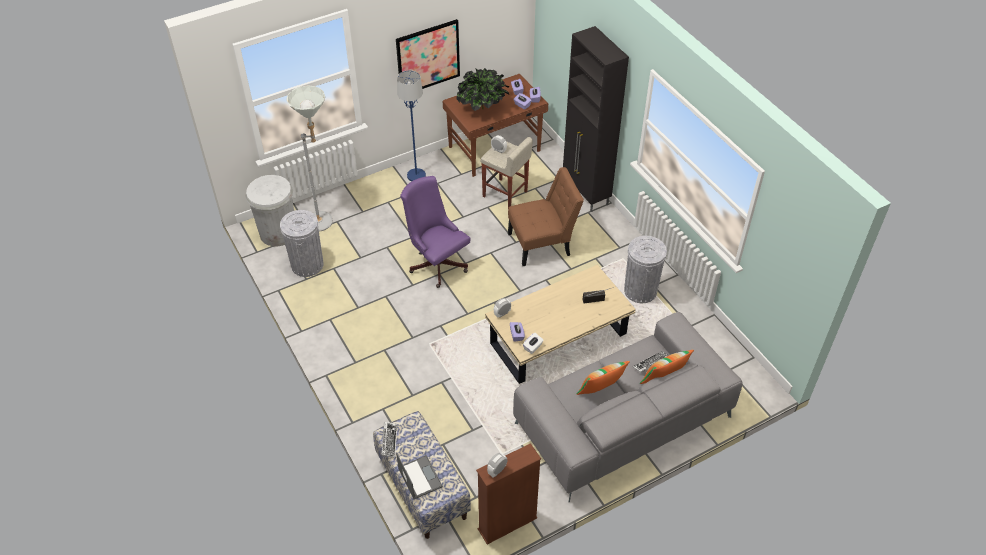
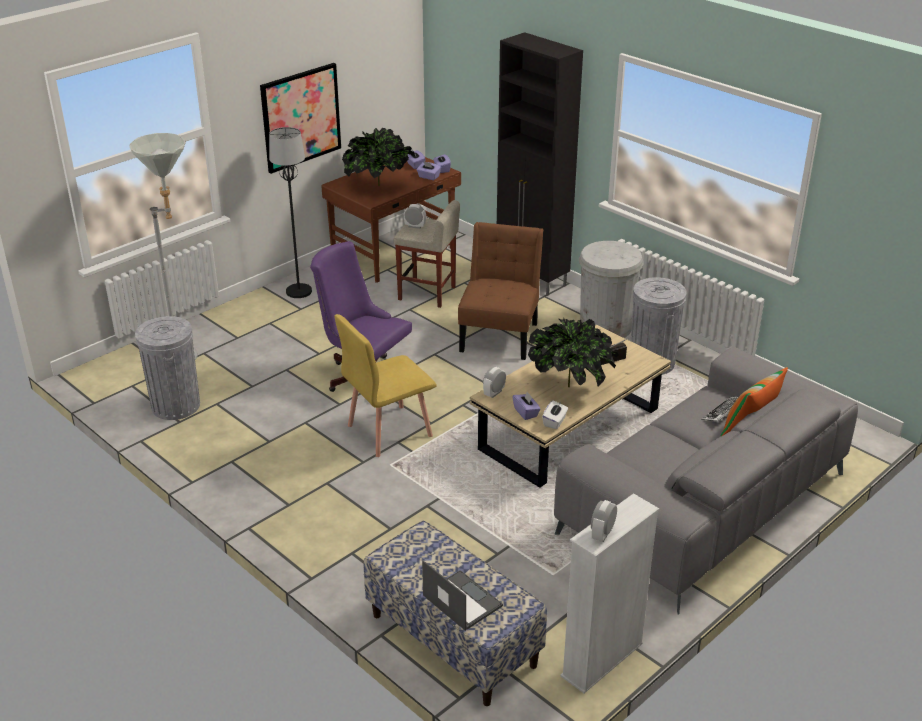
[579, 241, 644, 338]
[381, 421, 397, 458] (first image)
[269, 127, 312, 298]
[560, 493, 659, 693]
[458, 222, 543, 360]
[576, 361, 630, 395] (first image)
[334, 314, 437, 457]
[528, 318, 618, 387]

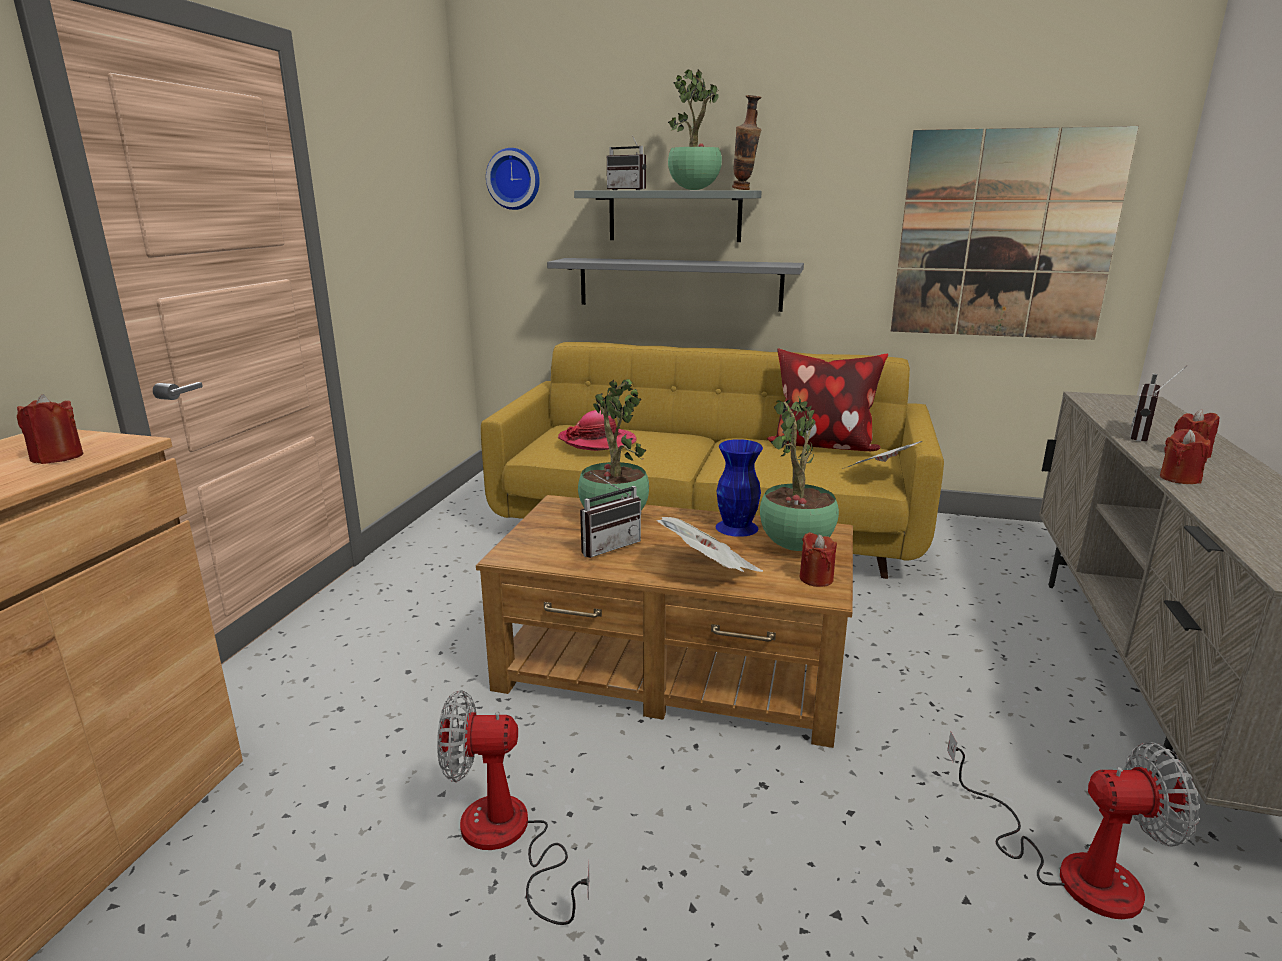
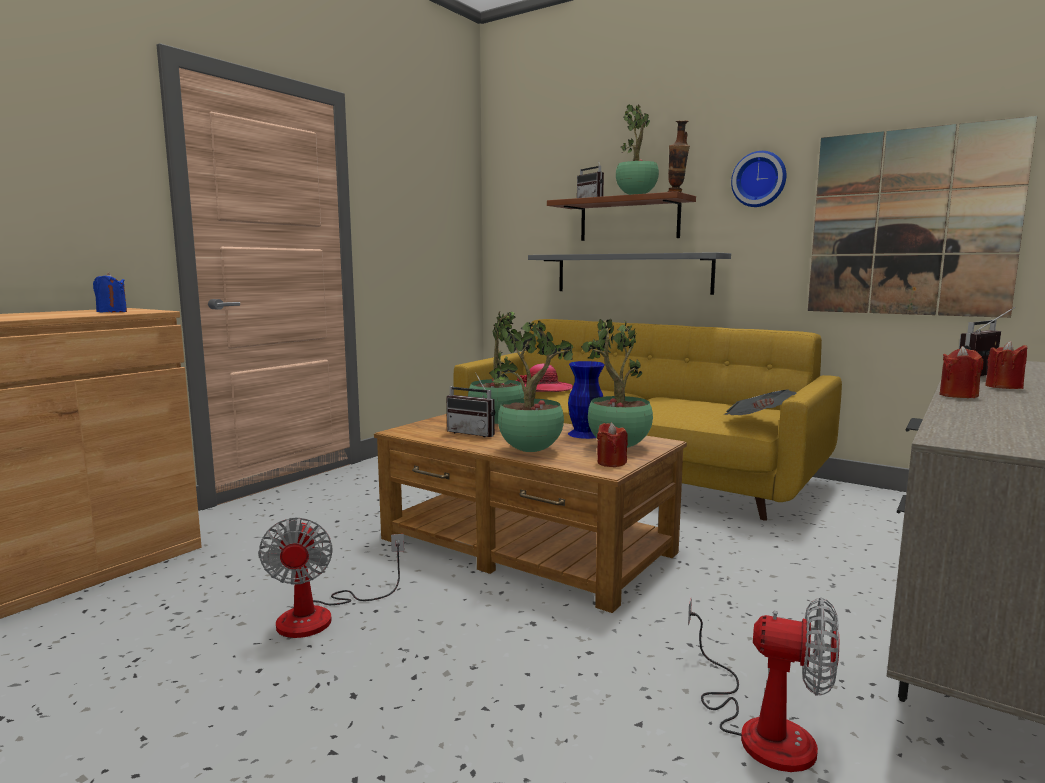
[93, 273, 127, 312]
[258, 517, 404, 638]
[731, 151, 786, 207]
[547, 192, 696, 241]
[446, 374, 495, 438]
[489, 321, 574, 452]
[766, 348, 888, 451] (first image)

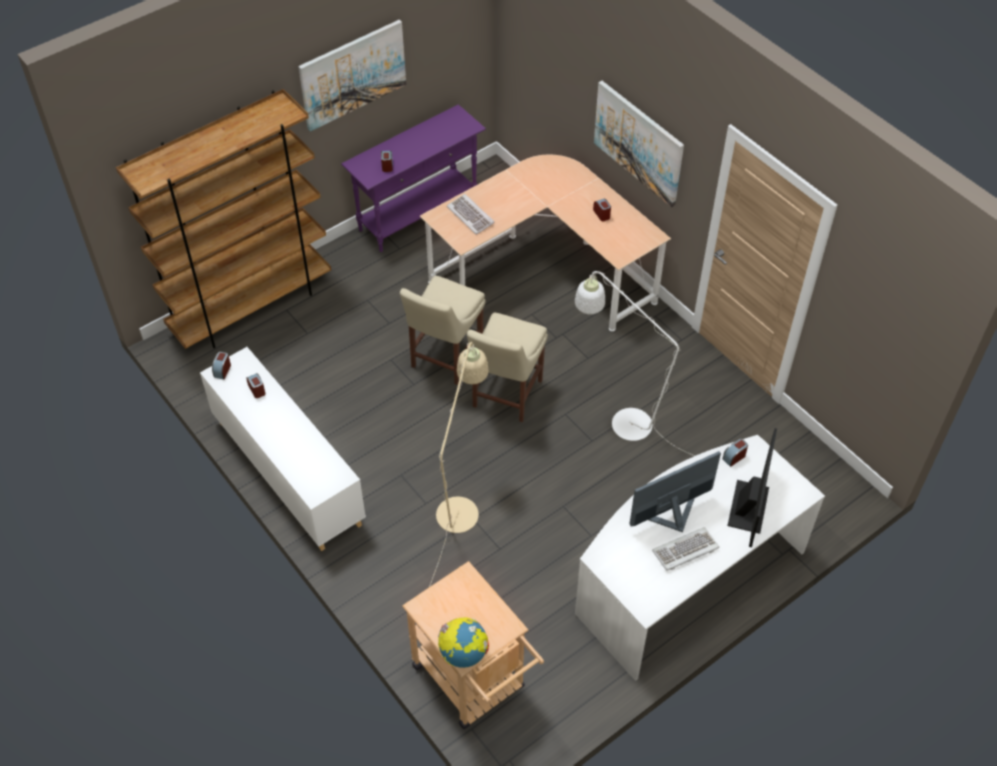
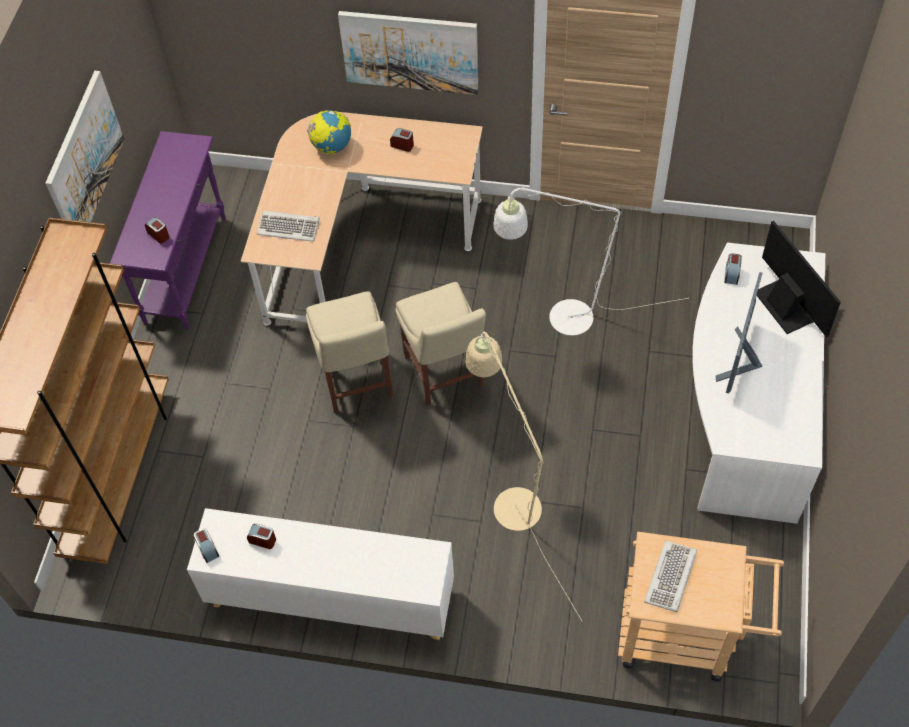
[307, 110, 351, 154]
[644, 541, 697, 612]

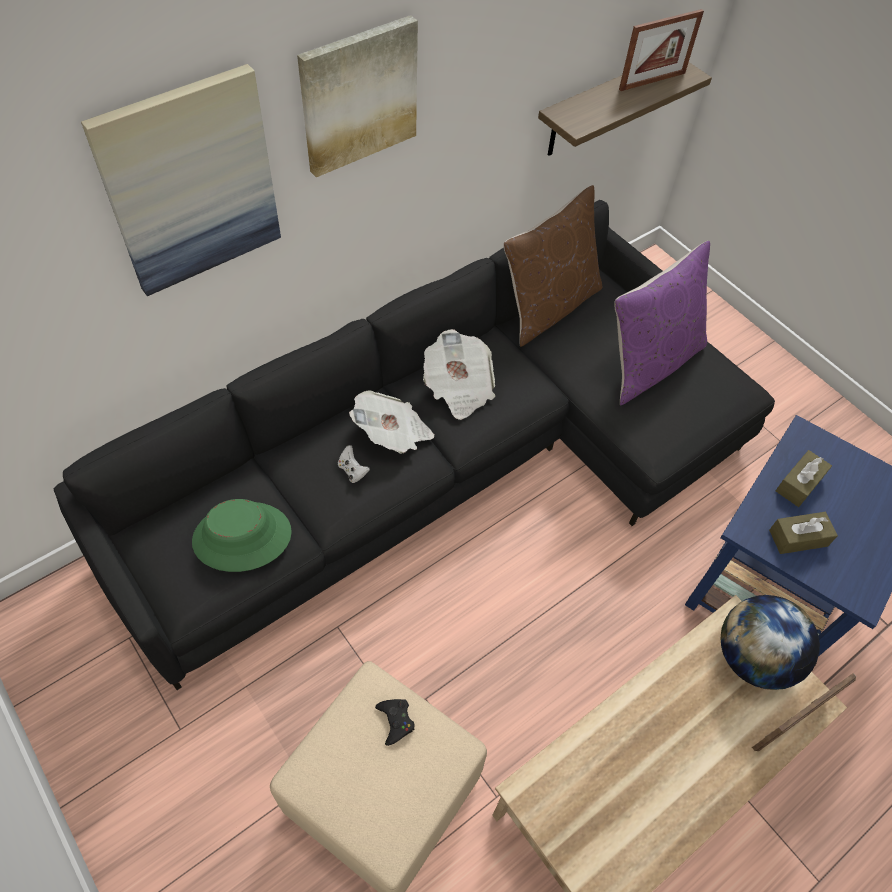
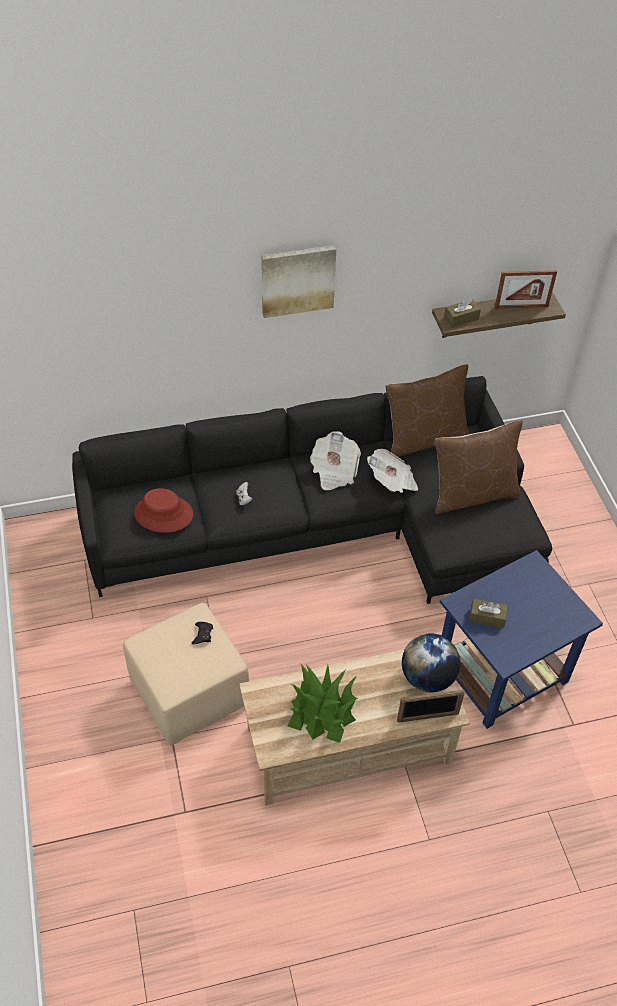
[81, 64, 281, 296] (first image)
[134, 488, 193, 533]
[367, 449, 418, 493]
[434, 420, 523, 514]
[444, 298, 481, 327]
[288, 663, 358, 743]

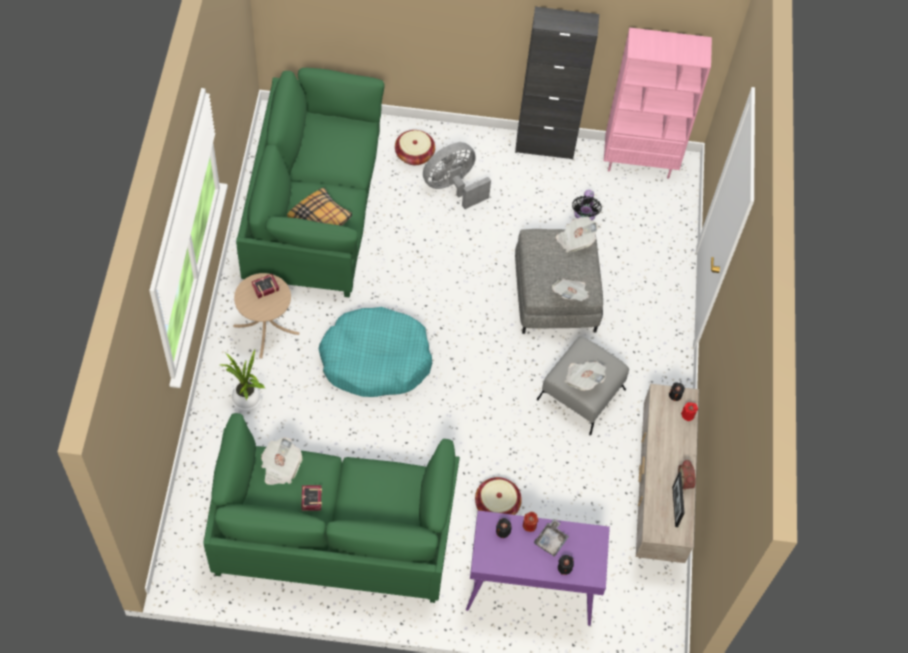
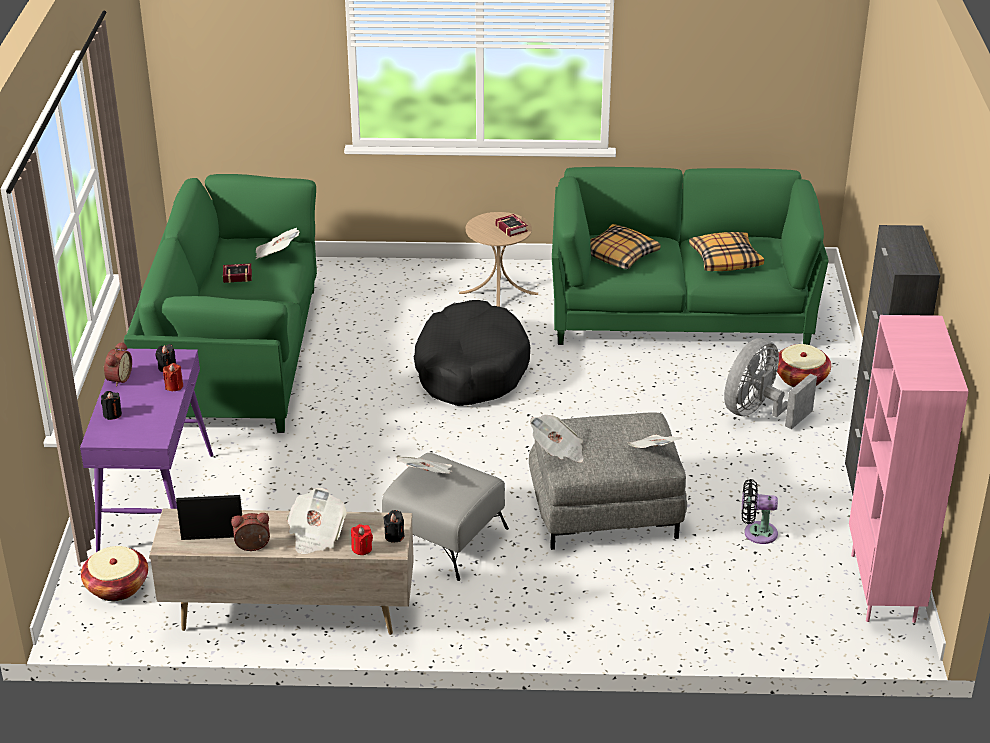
[220, 350, 265, 411] (first image)
[414, 300, 530, 406]
[724, 338, 817, 429]
[81, 546, 148, 601]
[534, 519, 569, 557] (first image)
[104, 341, 132, 387]
[287, 488, 347, 554]
[689, 232, 764, 271]

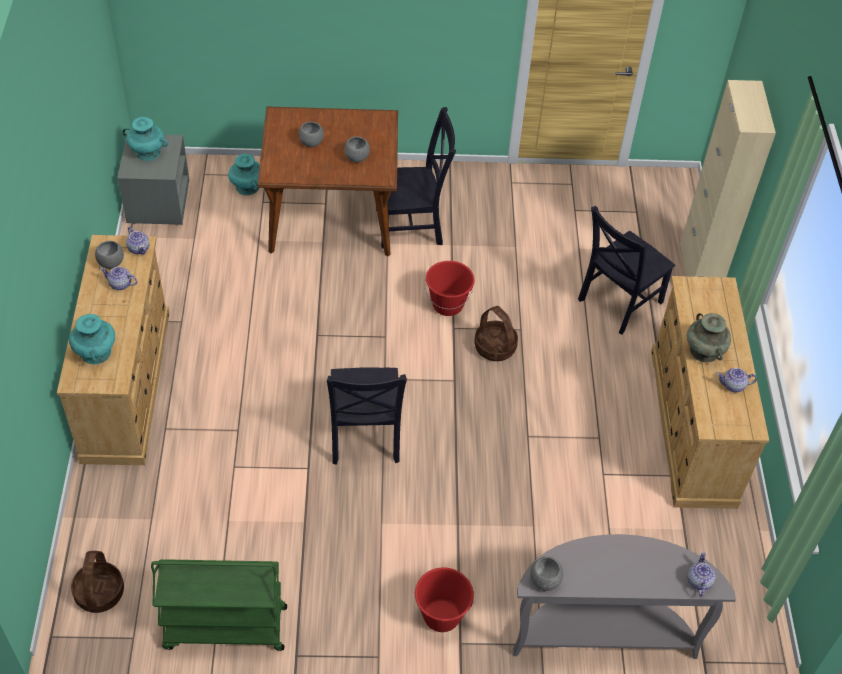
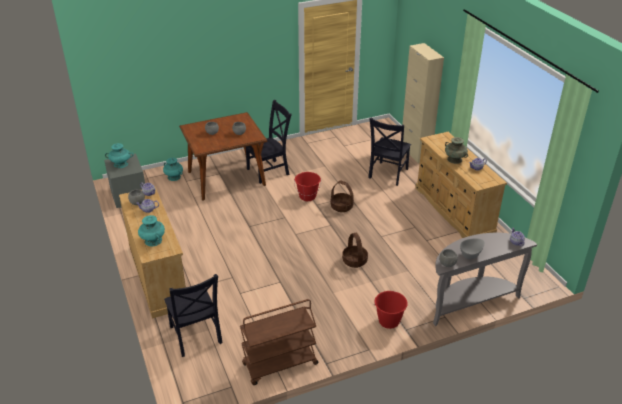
[342, 233, 368, 268]
[240, 299, 318, 385]
[164, 274, 223, 357]
[460, 238, 485, 259]

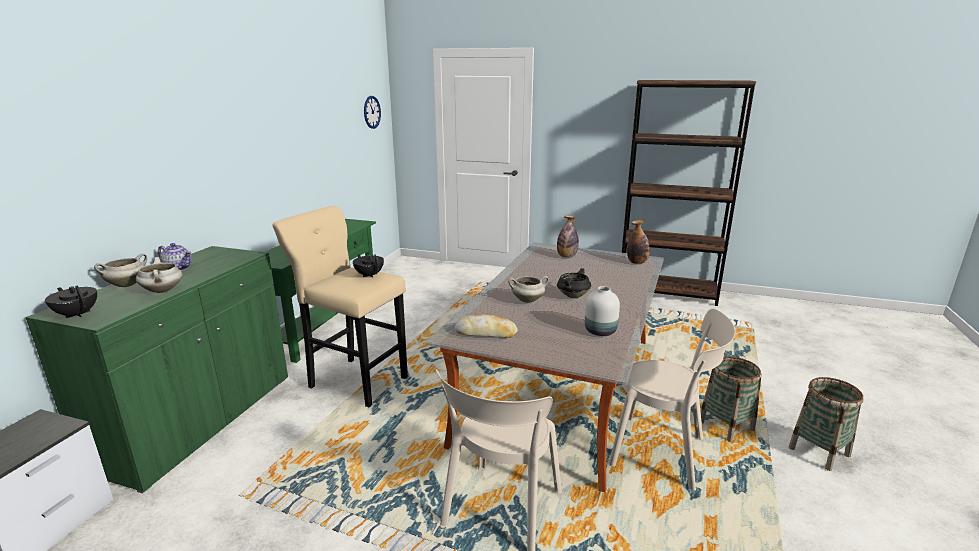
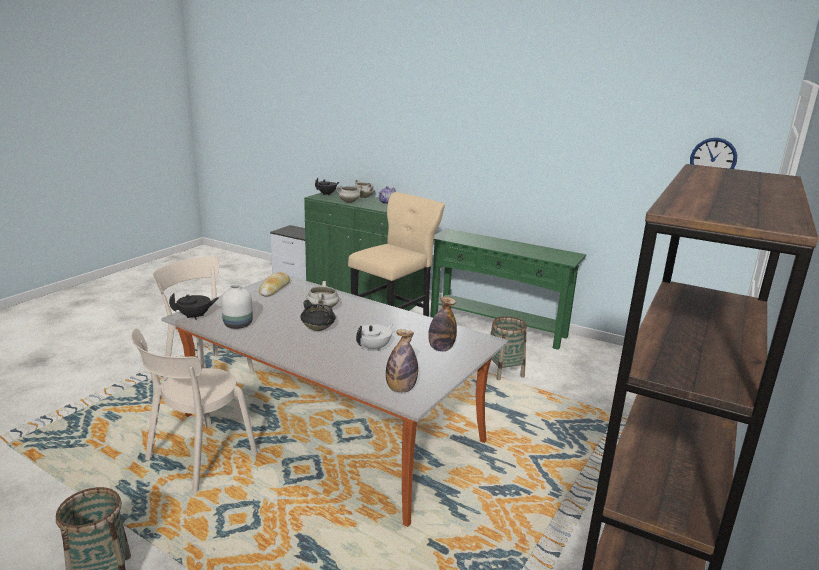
[169, 293, 219, 320]
[490, 316, 527, 380]
[356, 324, 393, 352]

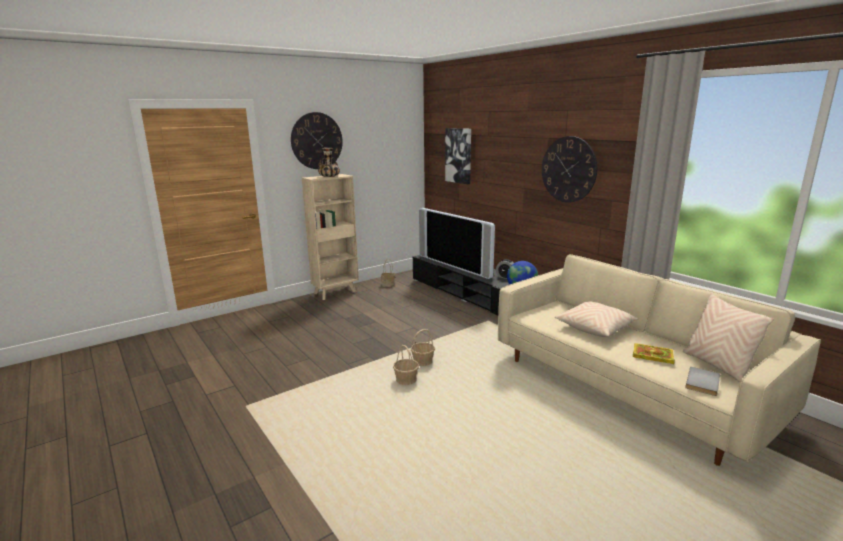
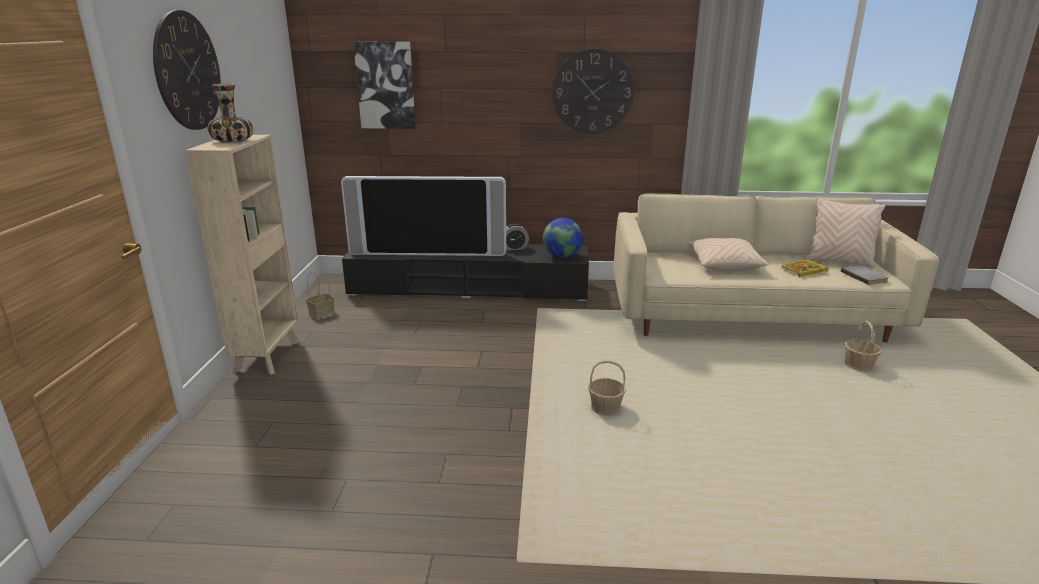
[845, 321, 882, 372]

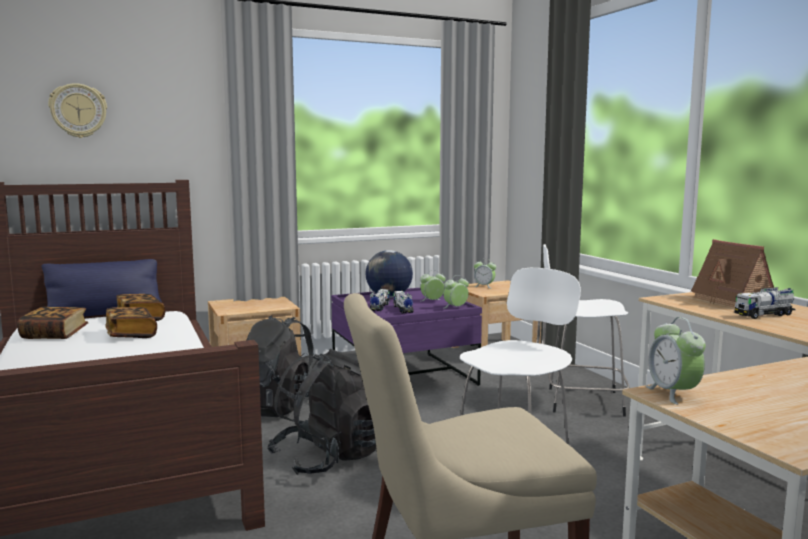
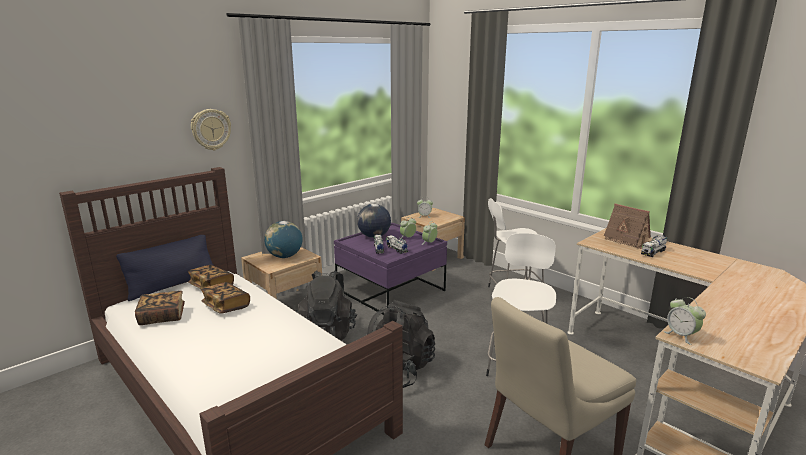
[191, 109, 231, 150]
[264, 221, 303, 258]

